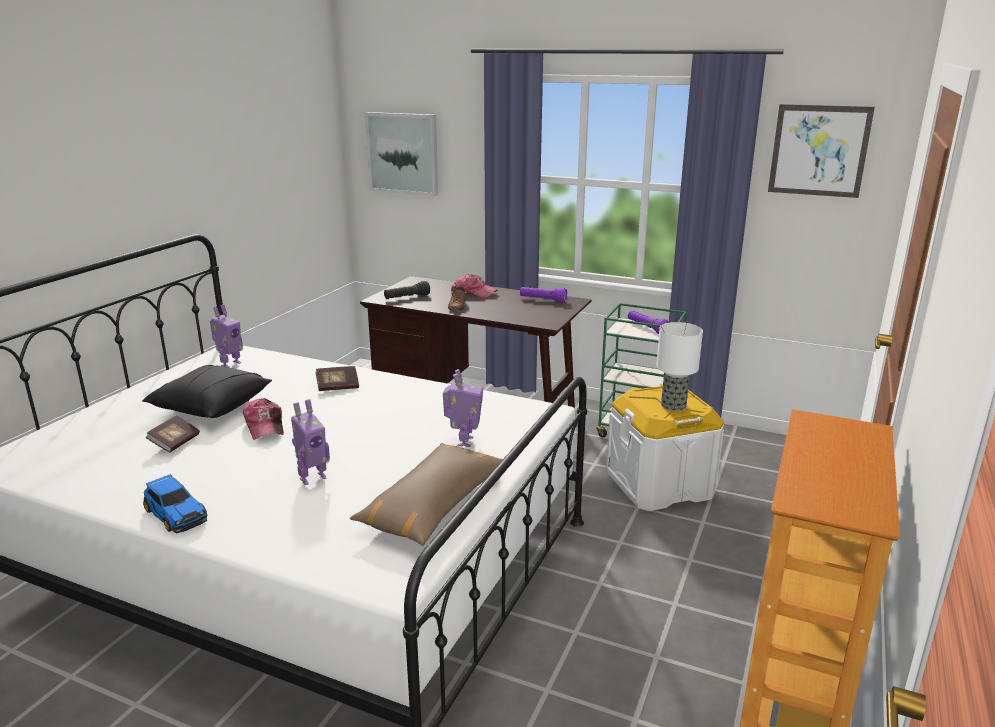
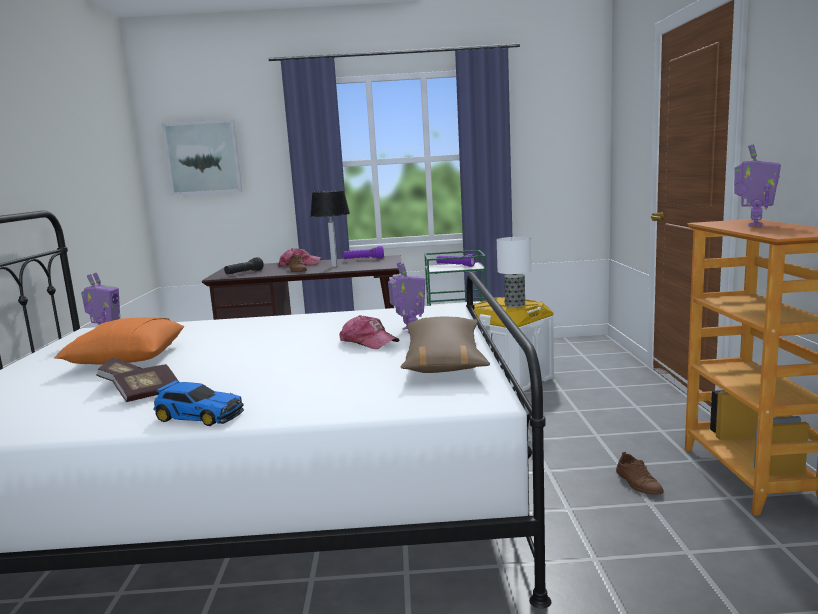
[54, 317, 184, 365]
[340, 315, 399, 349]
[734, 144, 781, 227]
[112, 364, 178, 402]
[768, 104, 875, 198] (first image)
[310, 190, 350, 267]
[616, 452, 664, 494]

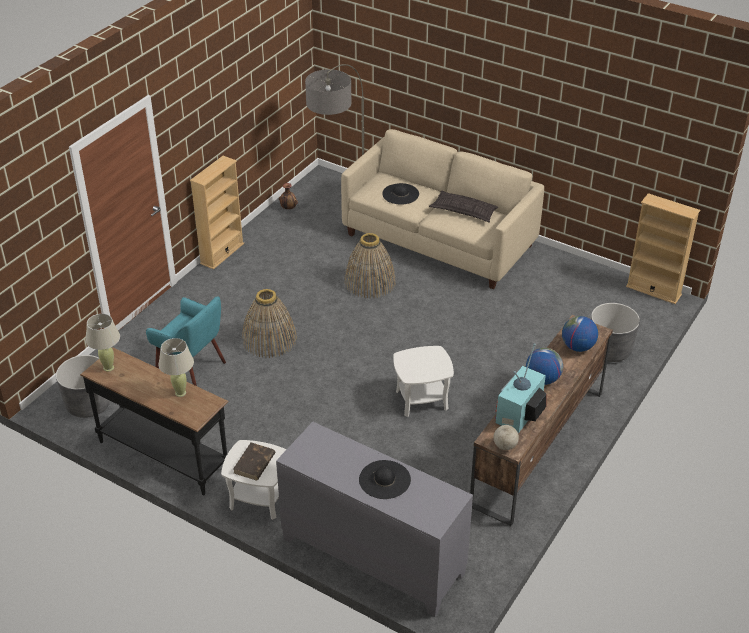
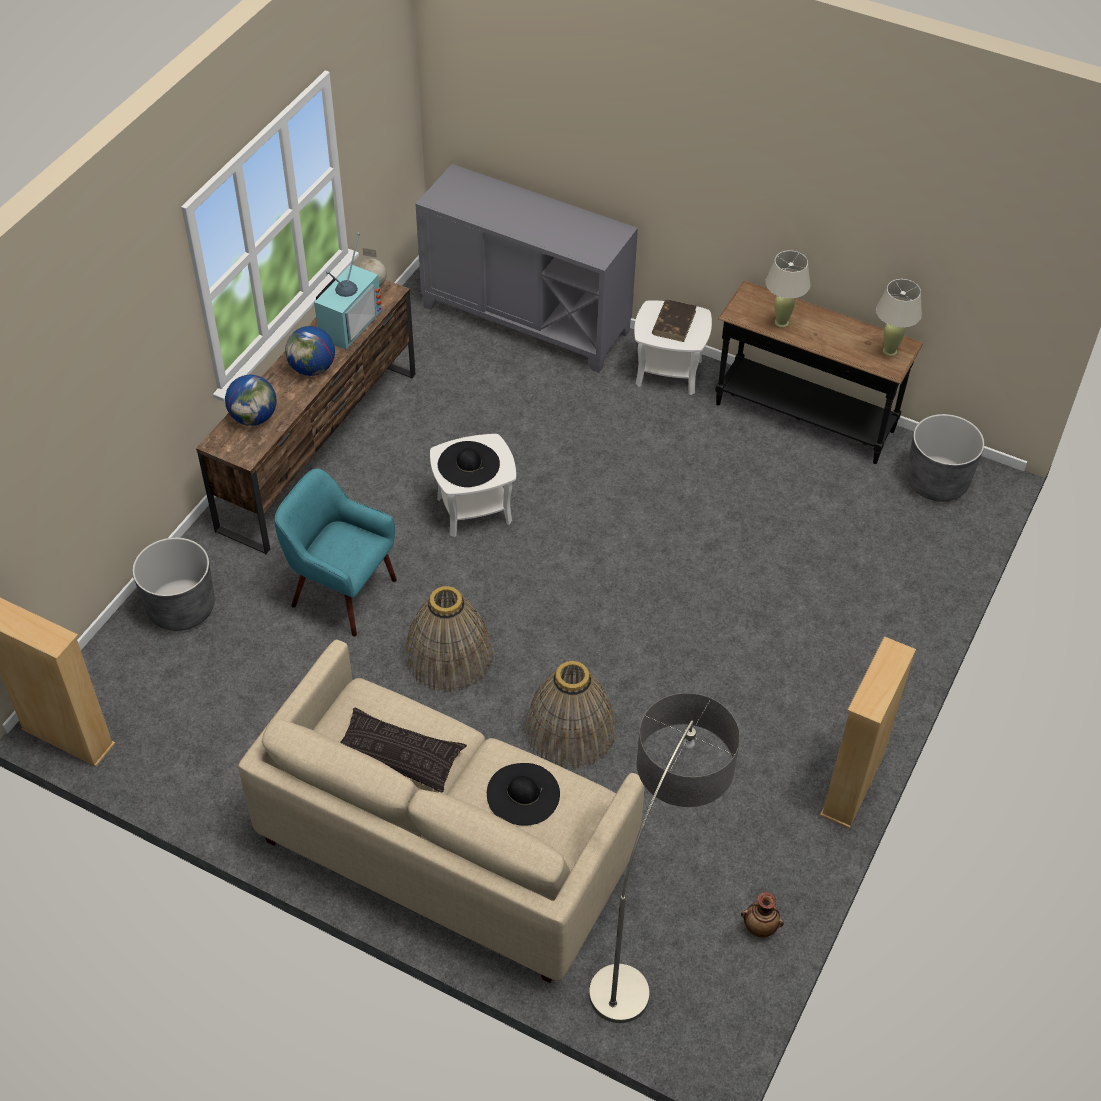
[275, 468, 397, 637]
[406, 586, 493, 692]
[438, 441, 500, 487]

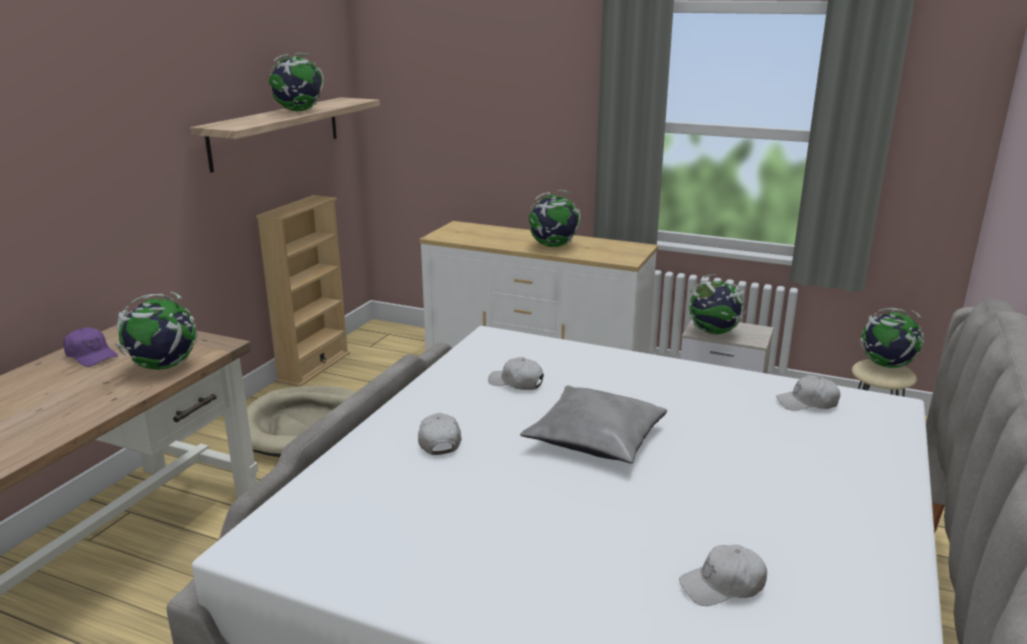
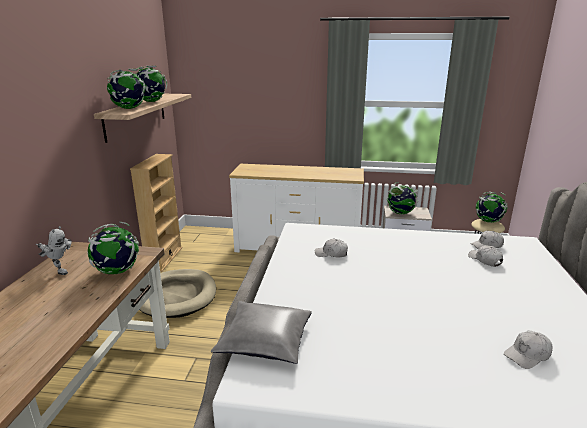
[36, 226, 72, 275]
[468, 245, 503, 267]
[211, 301, 312, 364]
[107, 69, 145, 109]

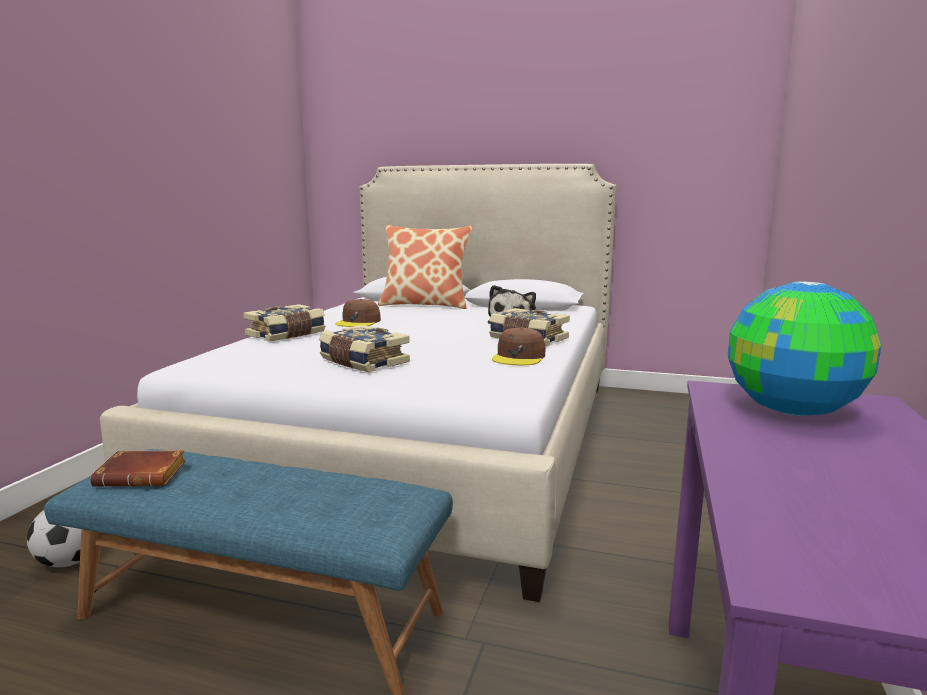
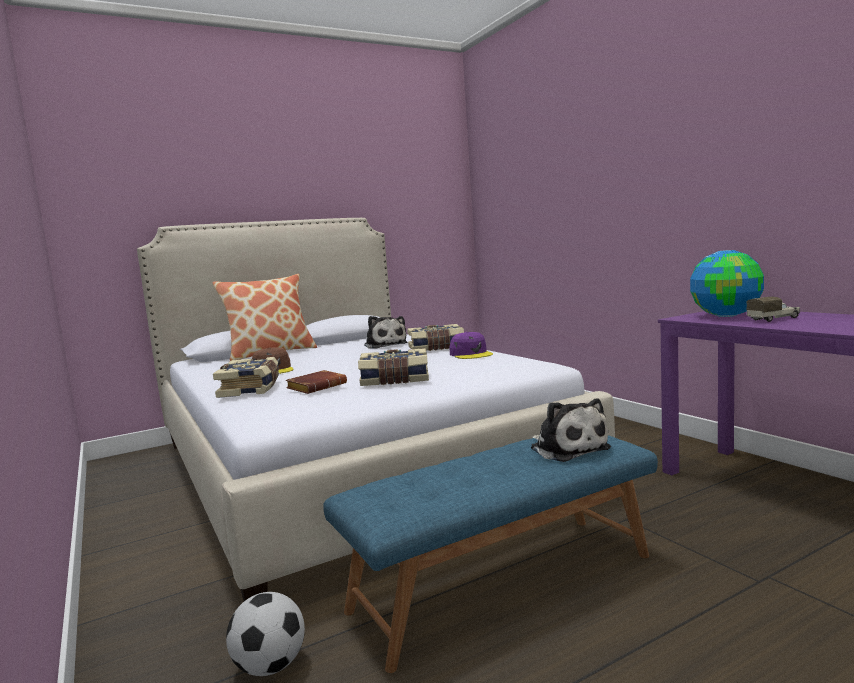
[286, 370, 347, 394]
[450, 332, 493, 359]
[531, 398, 611, 462]
[747, 297, 800, 322]

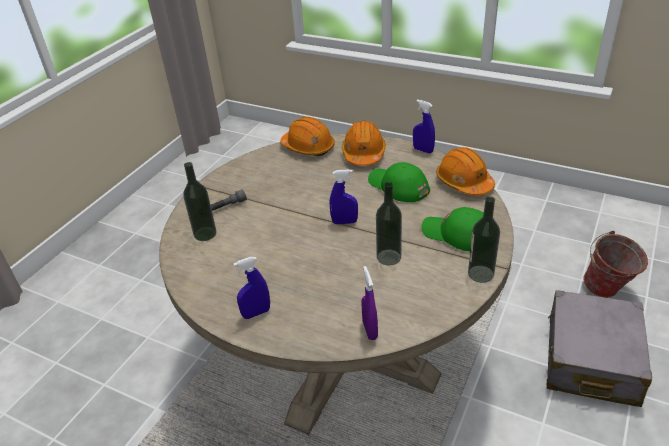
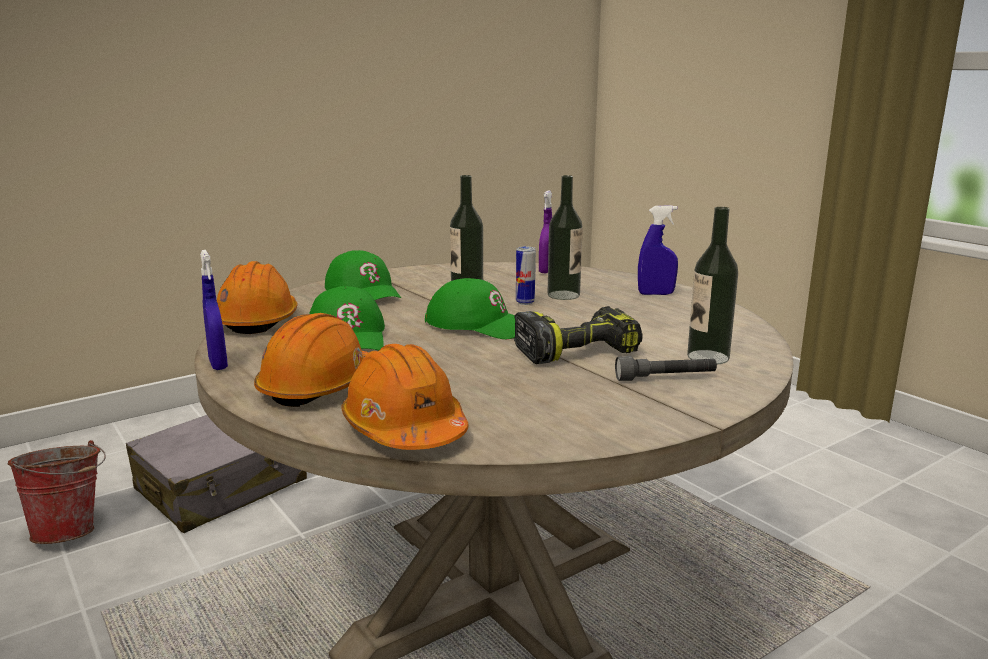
[425, 278, 515, 339]
[548, 175, 583, 300]
[514, 306, 643, 364]
[516, 247, 536, 305]

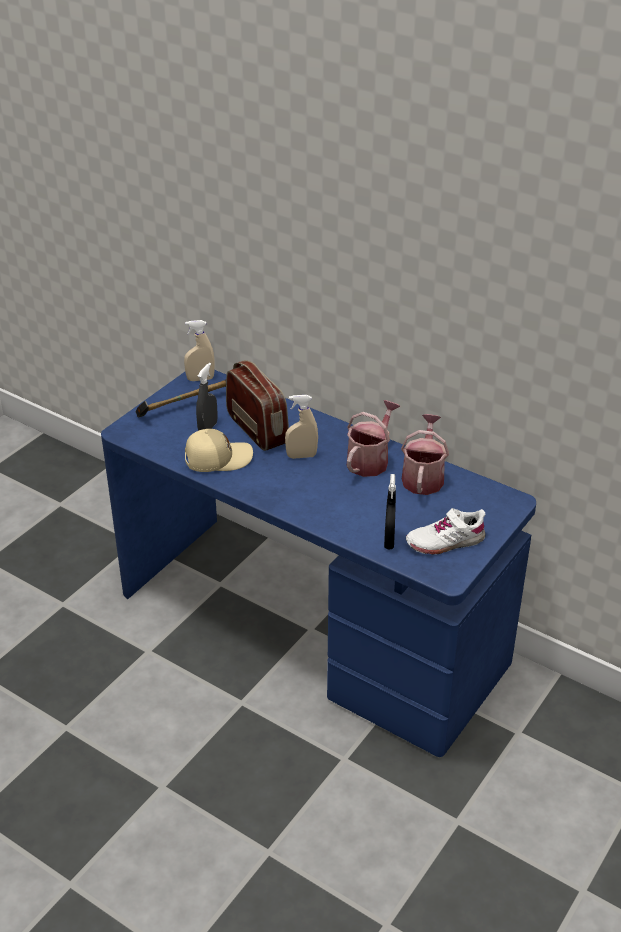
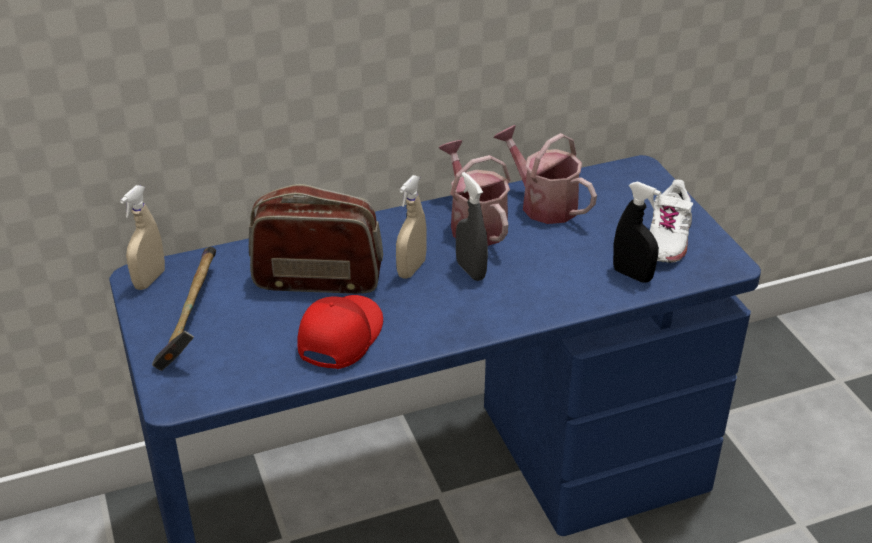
[297, 295, 383, 369]
[456, 172, 488, 281]

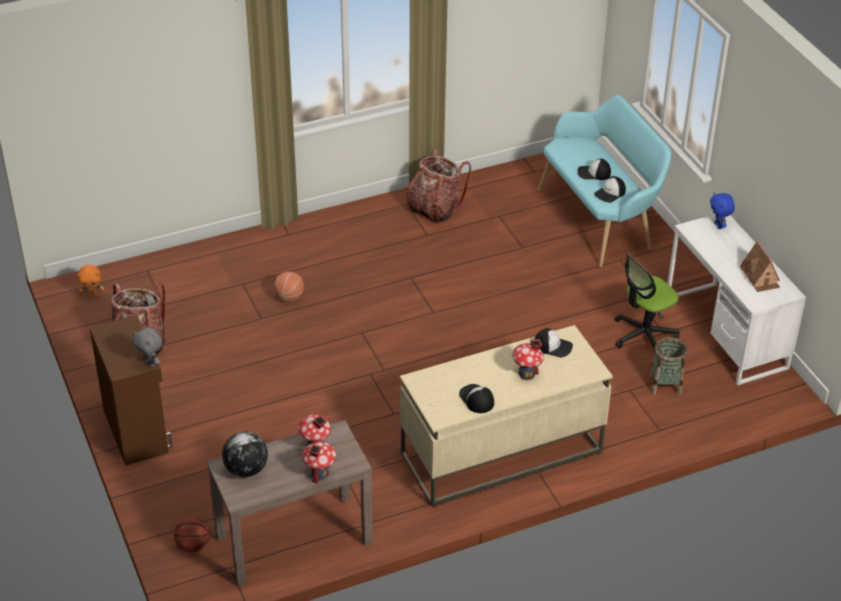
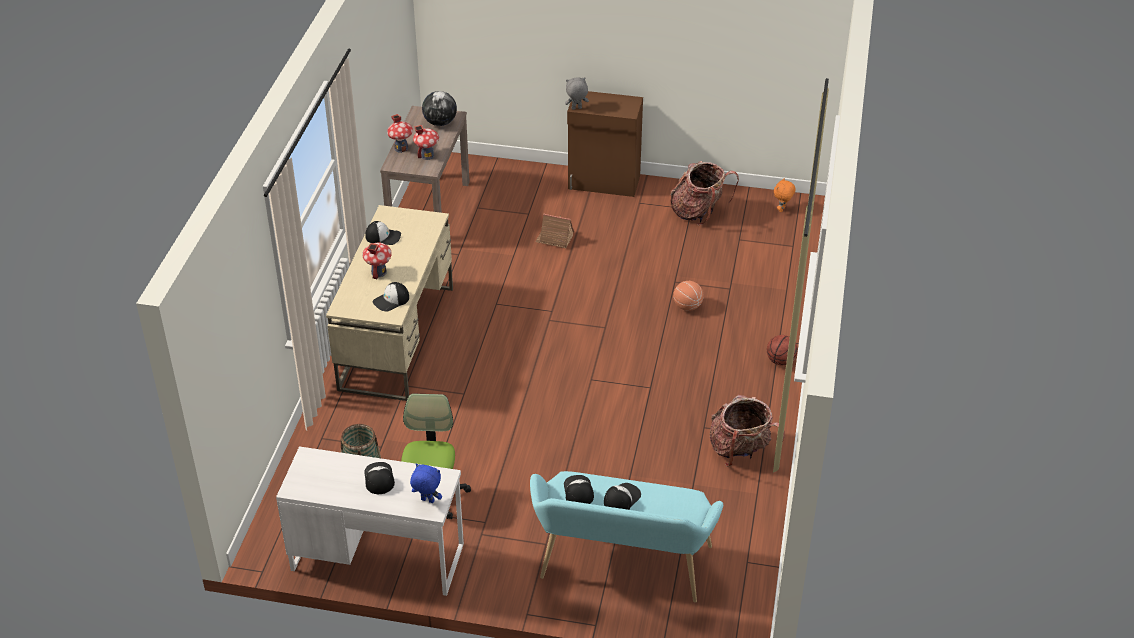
[767, 335, 798, 365]
[535, 214, 574, 248]
[364, 462, 395, 494]

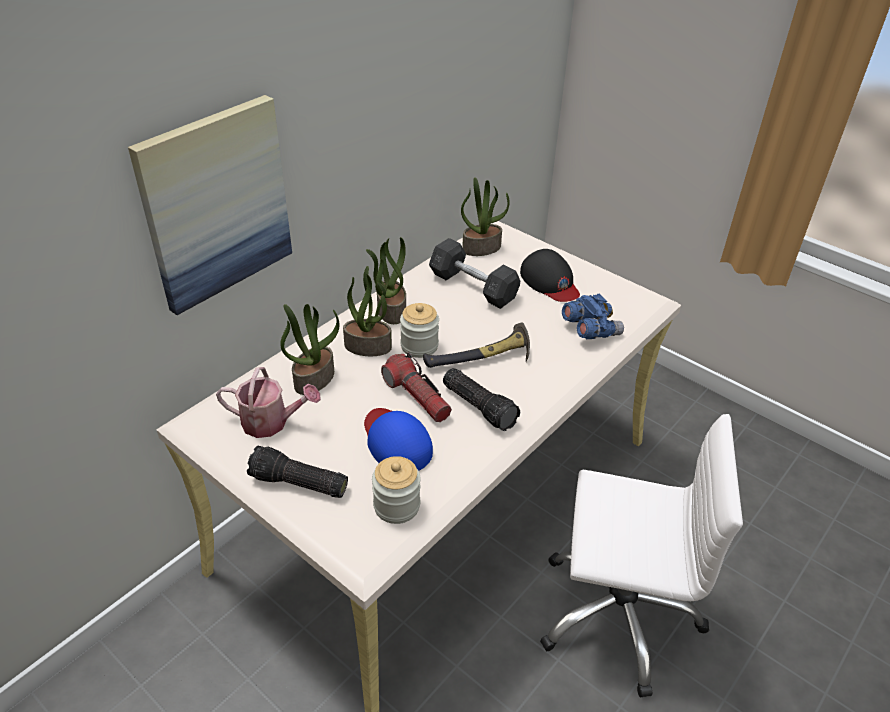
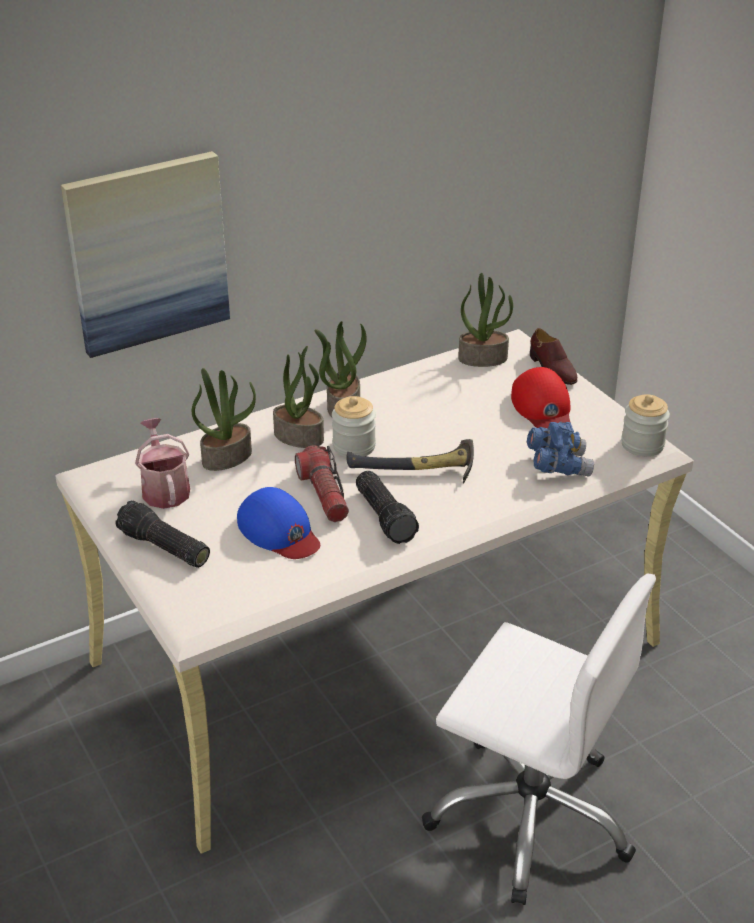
[135, 418, 190, 509]
[237, 487, 320, 559]
[621, 394, 670, 456]
[429, 238, 520, 309] (first image)
[511, 367, 571, 428]
[530, 328, 577, 385]

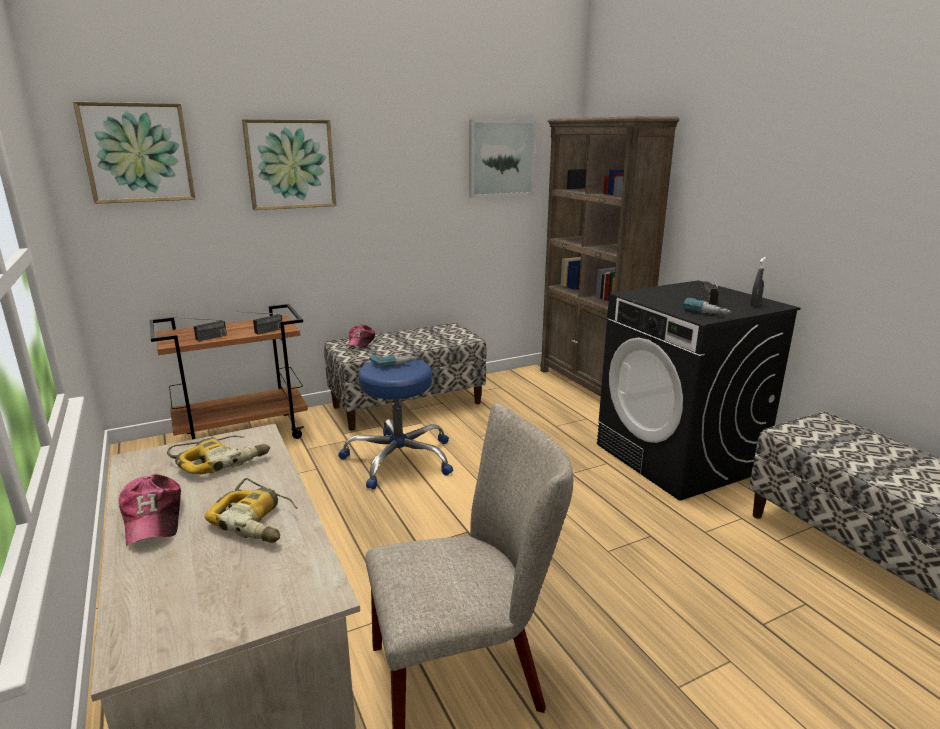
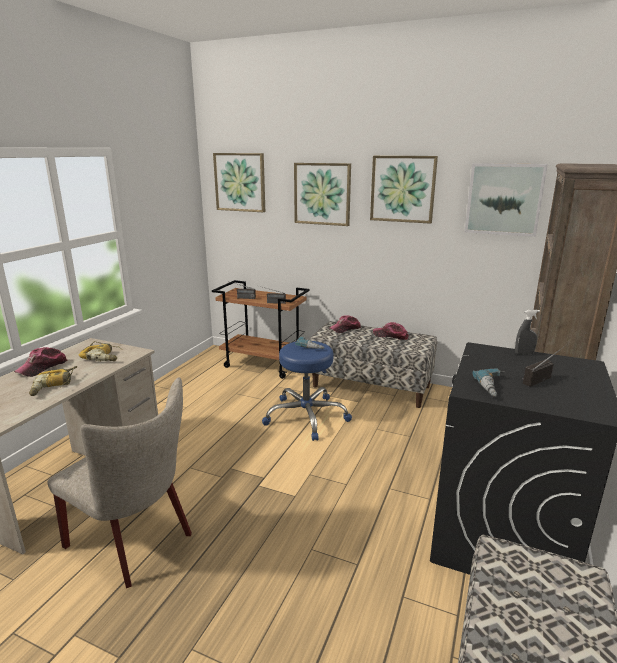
[515, 310, 540, 355]
[370, 156, 438, 224]
[373, 322, 409, 340]

